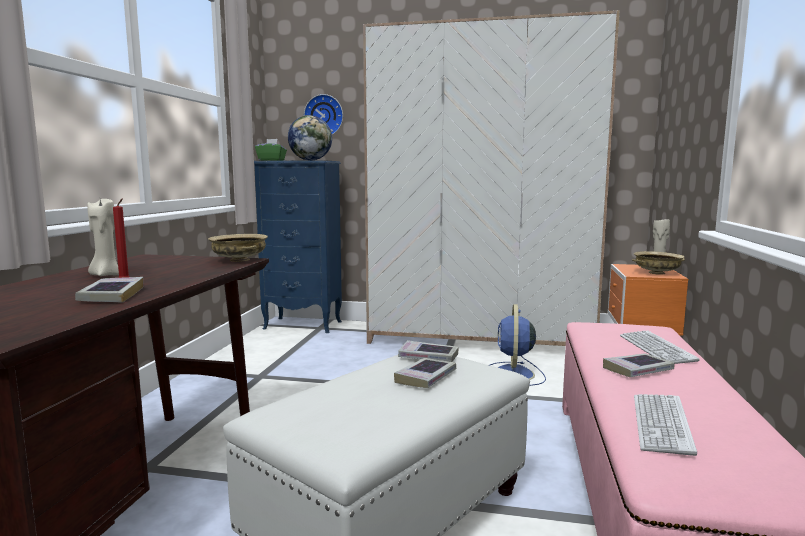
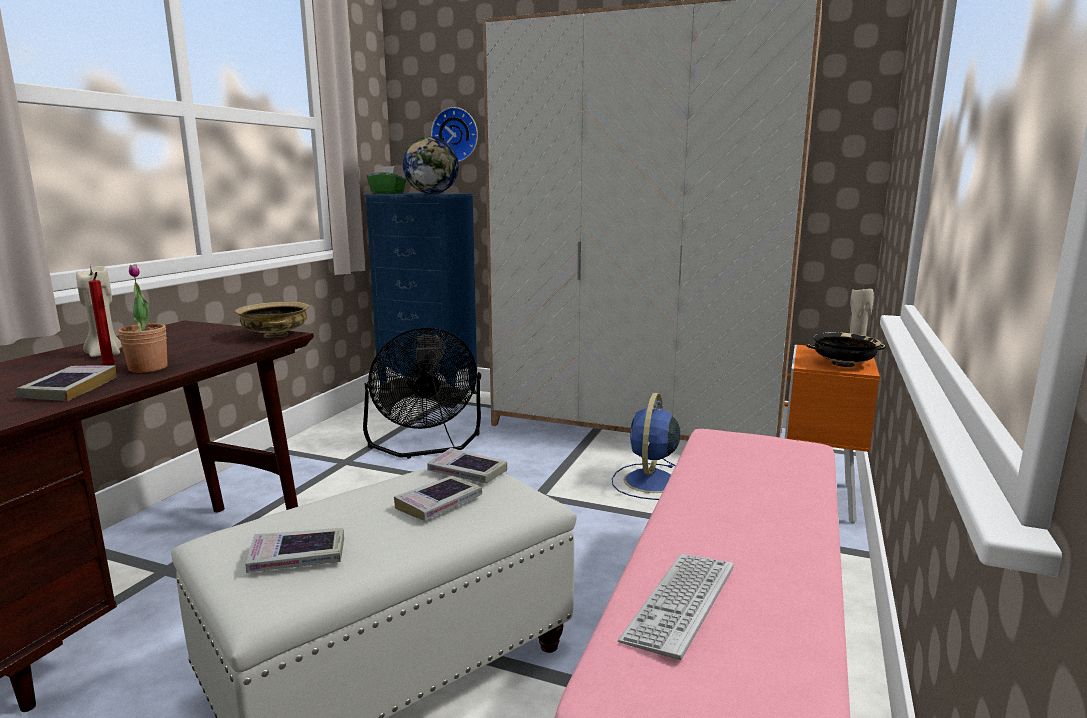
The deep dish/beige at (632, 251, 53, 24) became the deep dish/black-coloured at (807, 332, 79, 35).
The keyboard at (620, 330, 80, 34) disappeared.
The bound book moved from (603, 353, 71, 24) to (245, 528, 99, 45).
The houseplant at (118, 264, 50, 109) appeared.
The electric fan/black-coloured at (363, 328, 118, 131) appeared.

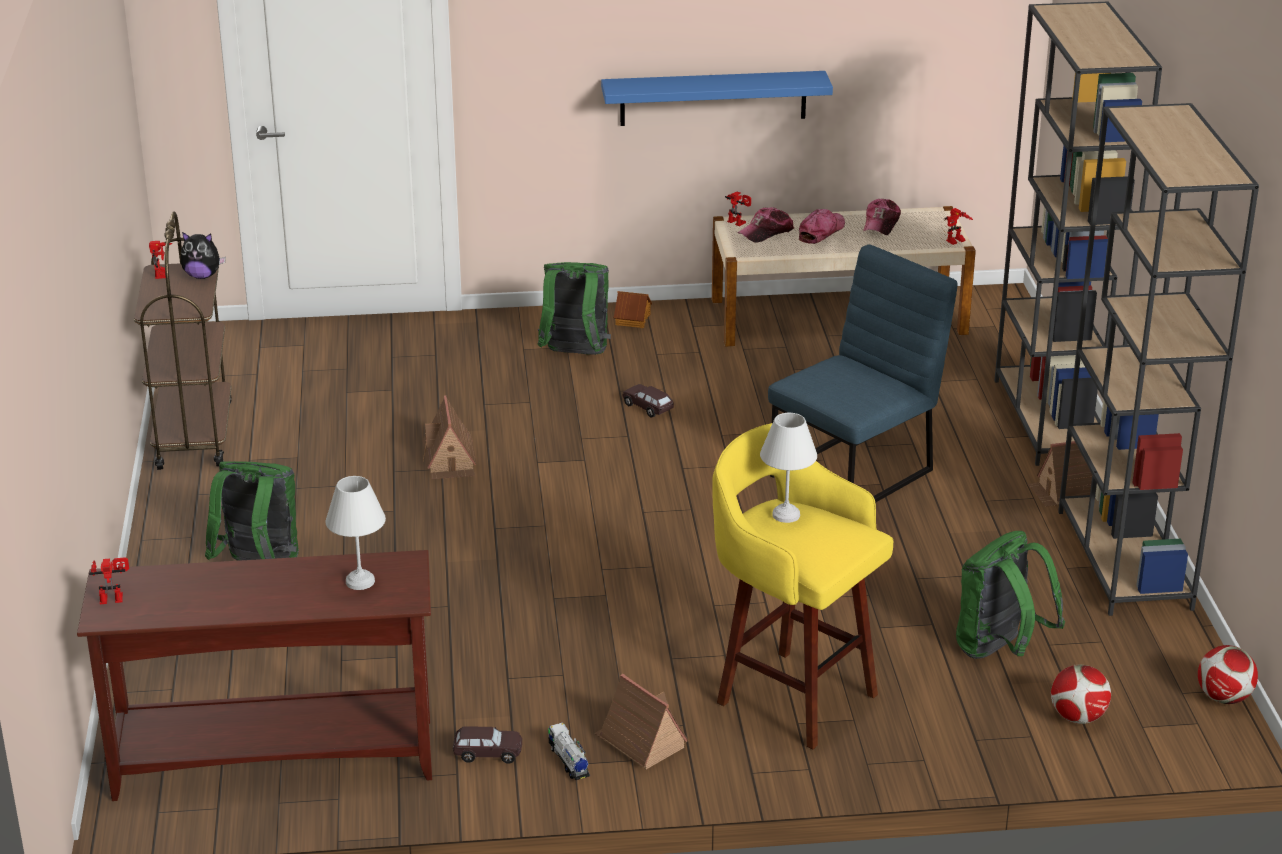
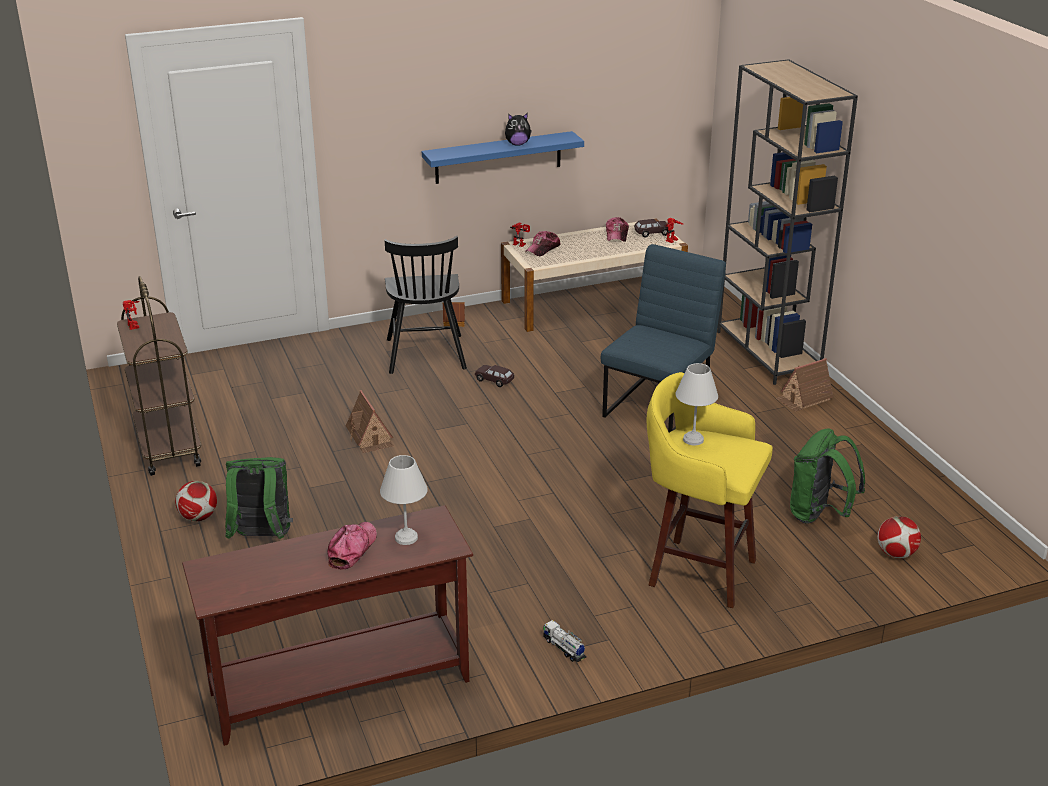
The bookshelf at (1058, 103, 201, 513) disappeared.
The baseball cap moved from (799, 209, 46, 35) to (327, 522, 50, 47).
The cuddly toy moved from (180, 232, 46, 47) to (505, 113, 27, 33).
The rucksack/green-coloured at (538, 262, 73, 93) was replaced by the chair/black-coloured at (385, 236, 82, 138).
The robot figure at (89, 557, 40, 47) disappeared.
The football moved from (1198, 645, 60, 59) to (175, 481, 42, 40).
The miniature house at (594, 674, 95, 96) disappeared.
The model car/brownish moved from (453, 726, 69, 38) to (634, 219, 34, 19).

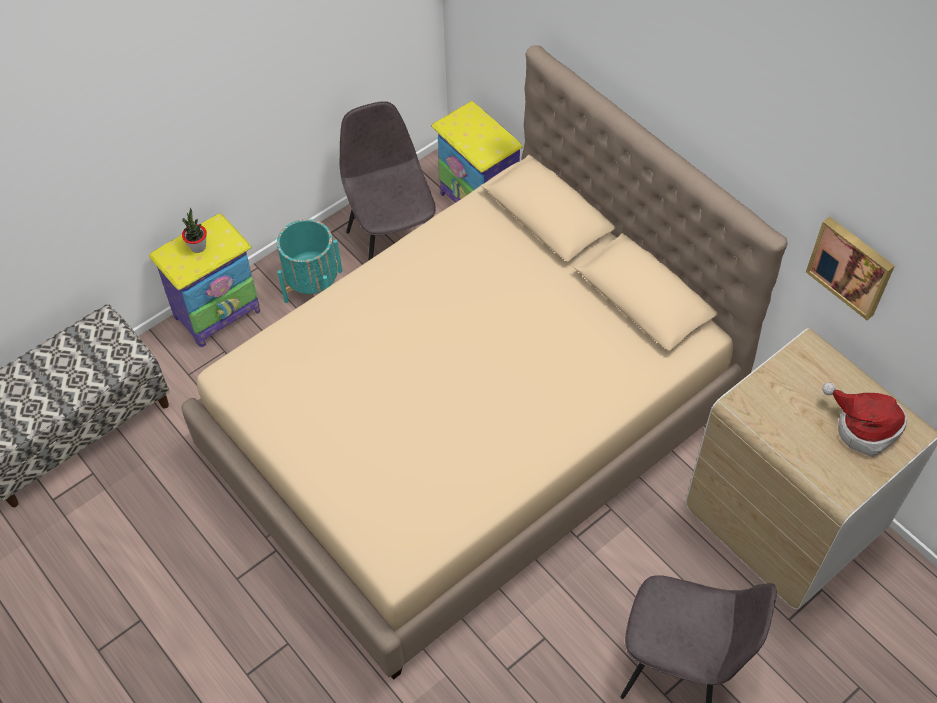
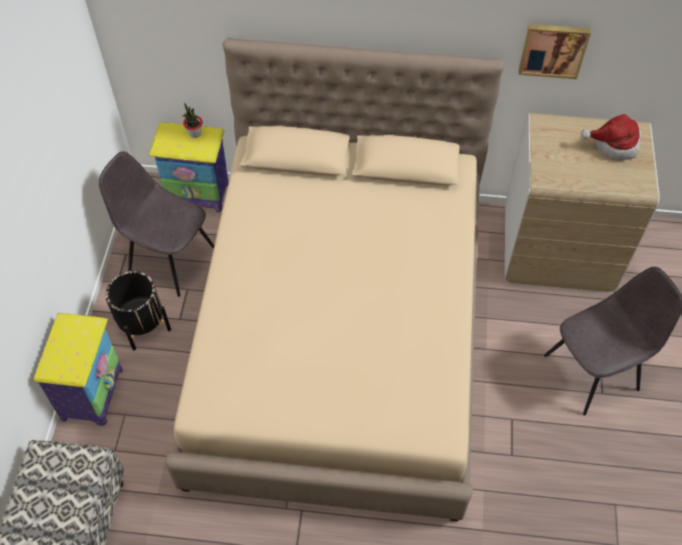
The houseplant moved from (182, 208, 25, 45) to (182, 103, 21, 35).
The plant pot/turquoise at (277, 219, 65, 84) became the plant pot/black-coloured at (106, 271, 65, 79).

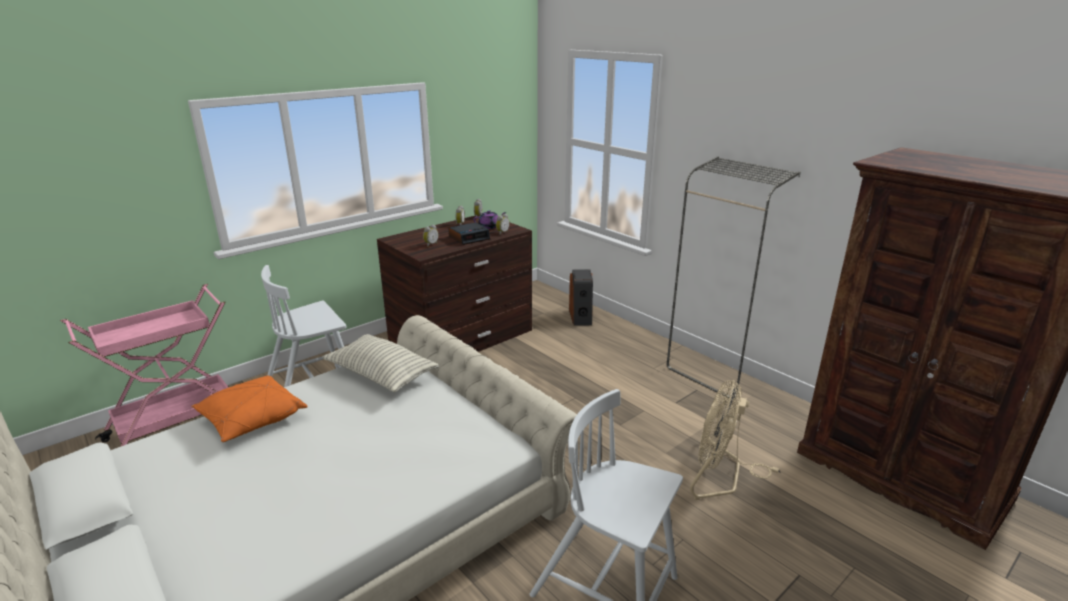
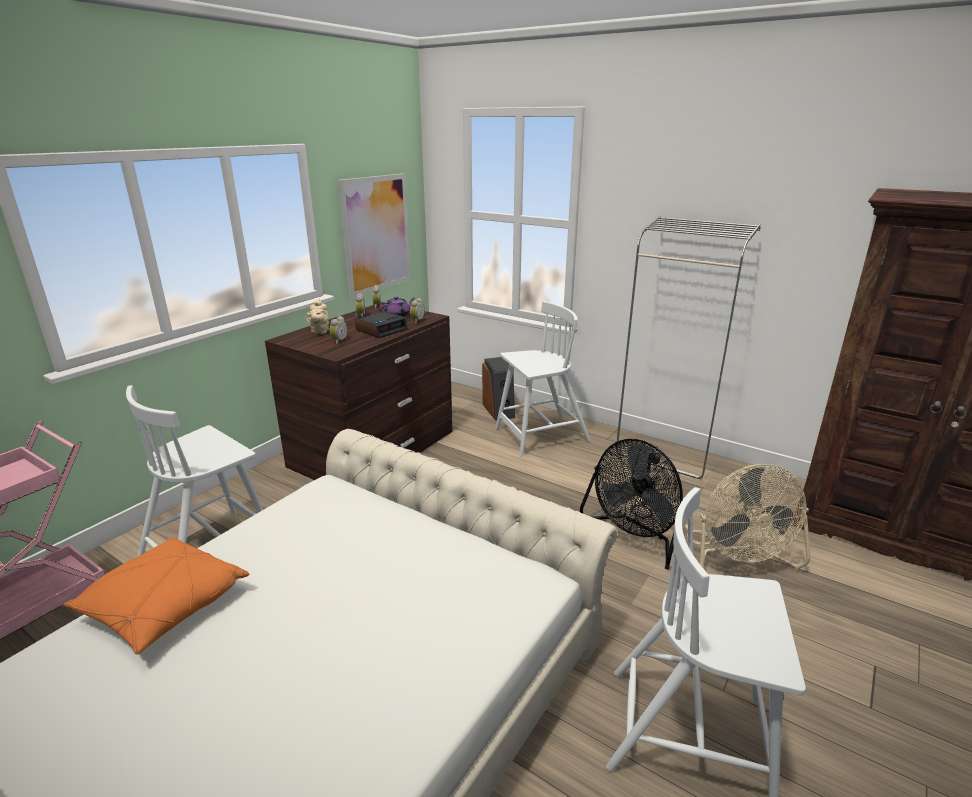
The pillow at (322, 334, 117, 58) disappeared.
The electric fan/beige at (690, 380, 91, 120) turned 105 degrees counterclockwise.
The wall art at (338, 174, 73, 124) appeared.
The teapot/beige at (306, 299, 23, 35) appeared.
The chair/white at (495, 301, 96, 156) appeared.
The electric fan/black-coloured at (580, 439, 103, 131) appeared.

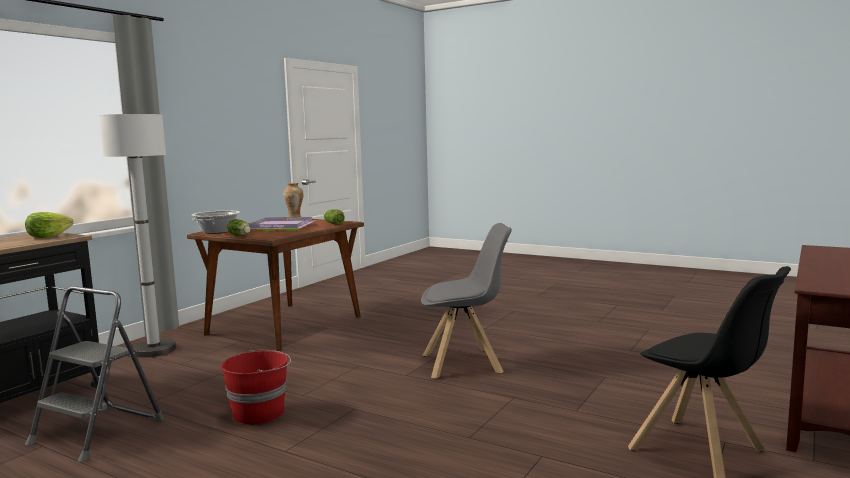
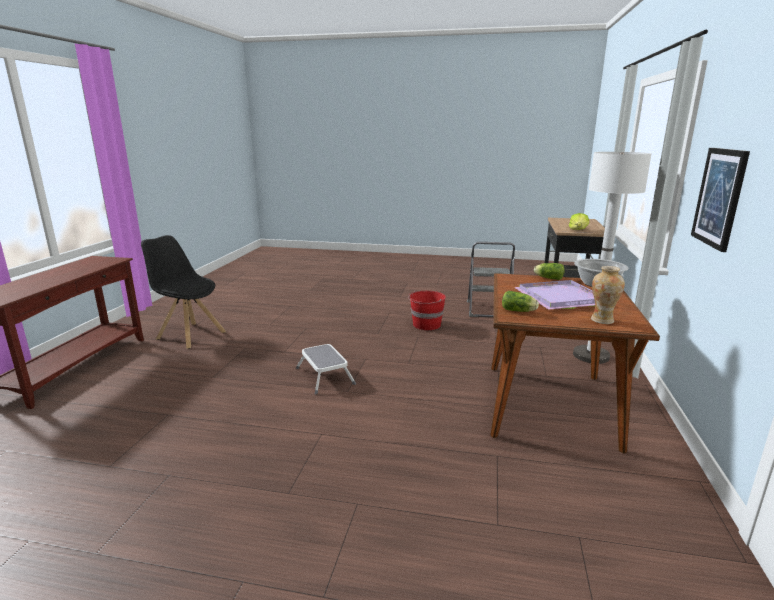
The chair/gray at (421, 223, 91, 156) was replaced by the step ladder/gray at (296, 344, 60, 51).
The wall art at (691, 148, 59, 104) appeared.

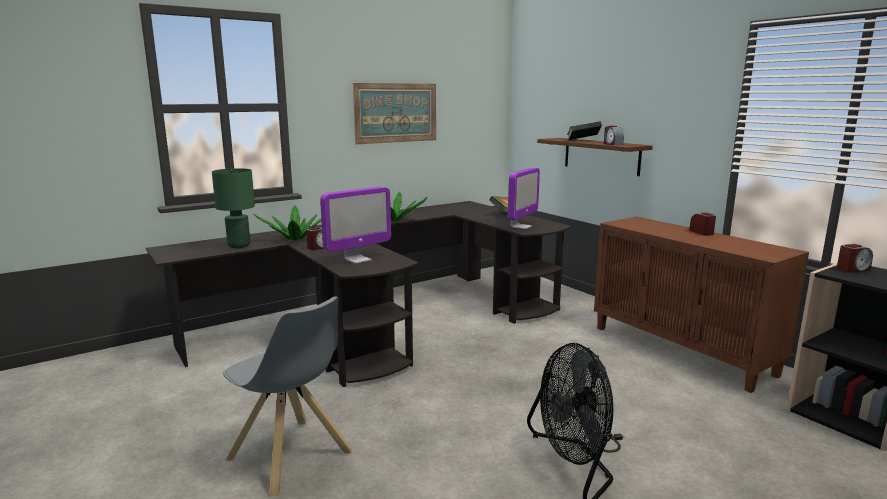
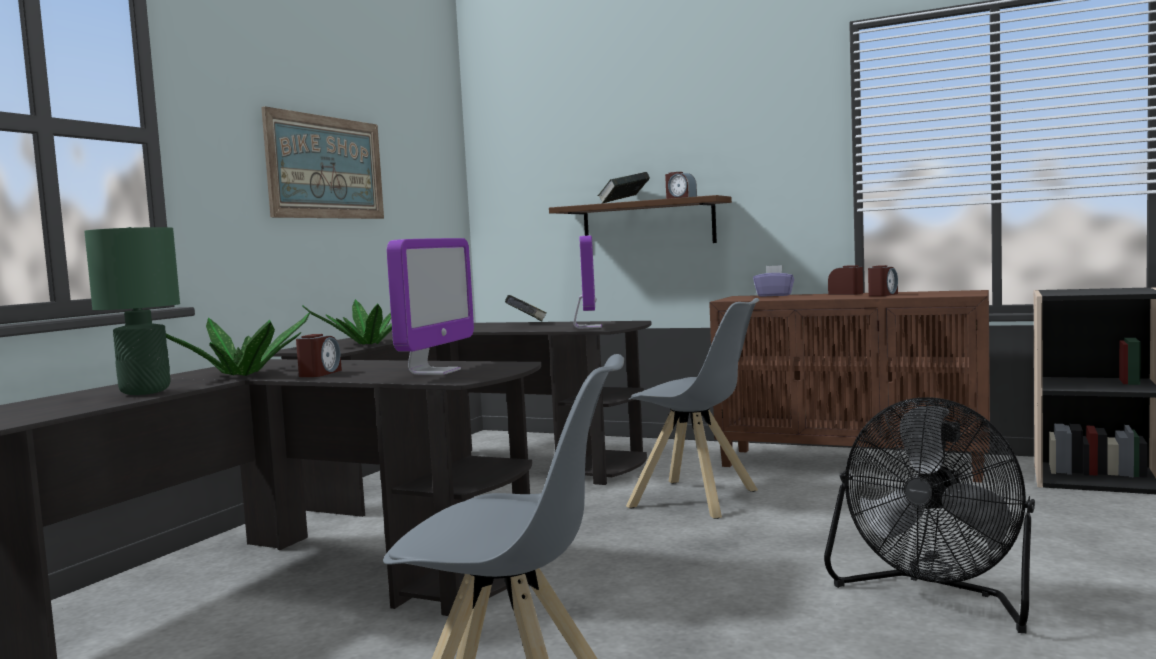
The alarm clock moved from (836, 244, 37, 29) to (868, 265, 30, 31).
The tissue holder/purple at (753, 265, 41, 32) appeared.
The chair/gray at (626, 298, 133, 221) appeared.

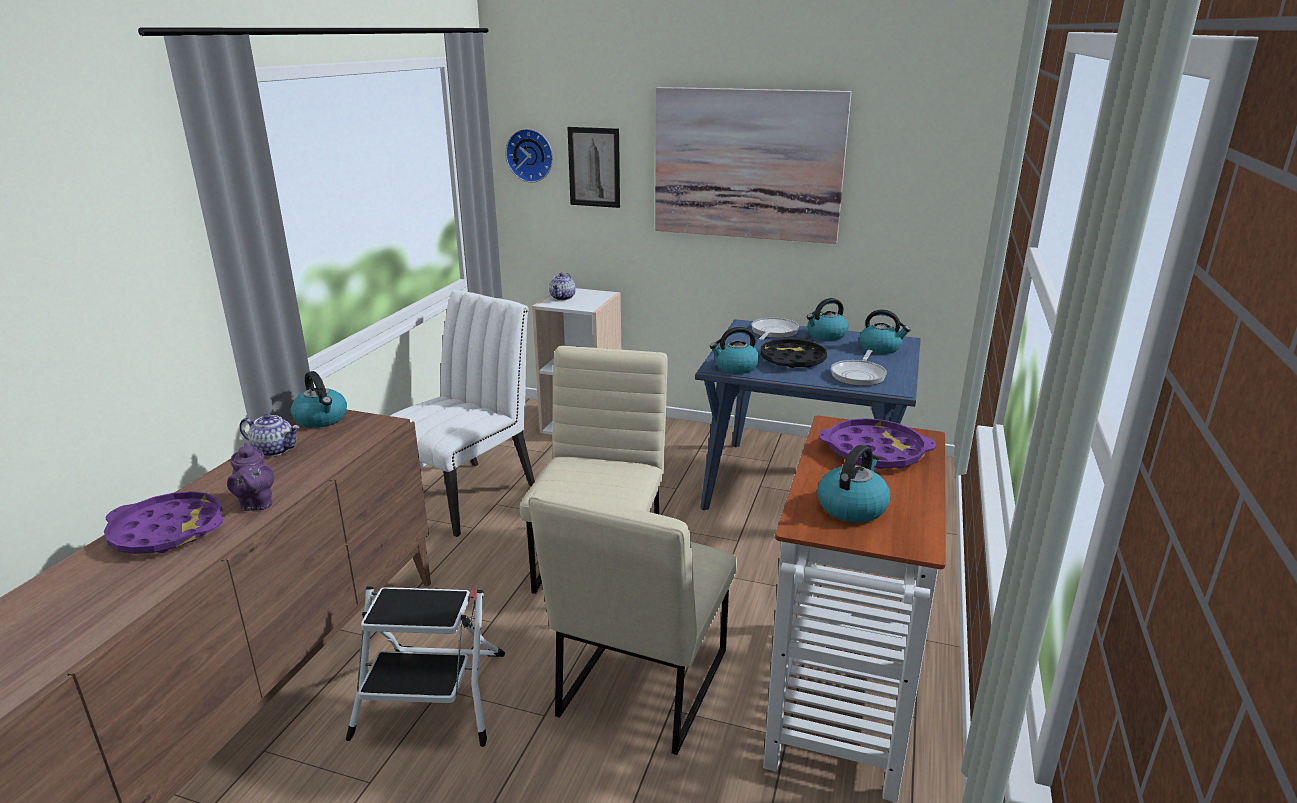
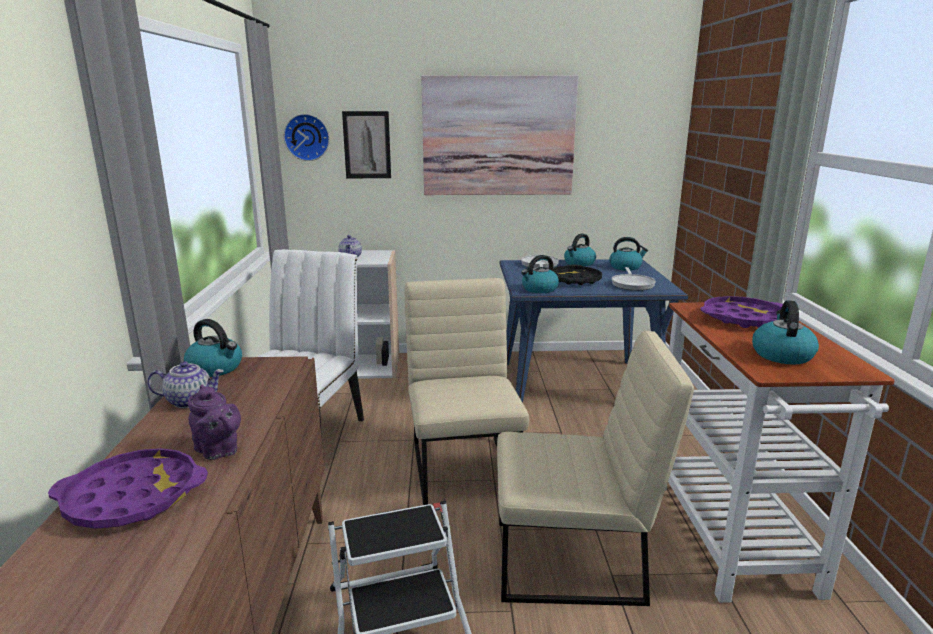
The chair/beige at (529, 491, 208, 264) turned 90 degrees counterclockwise.

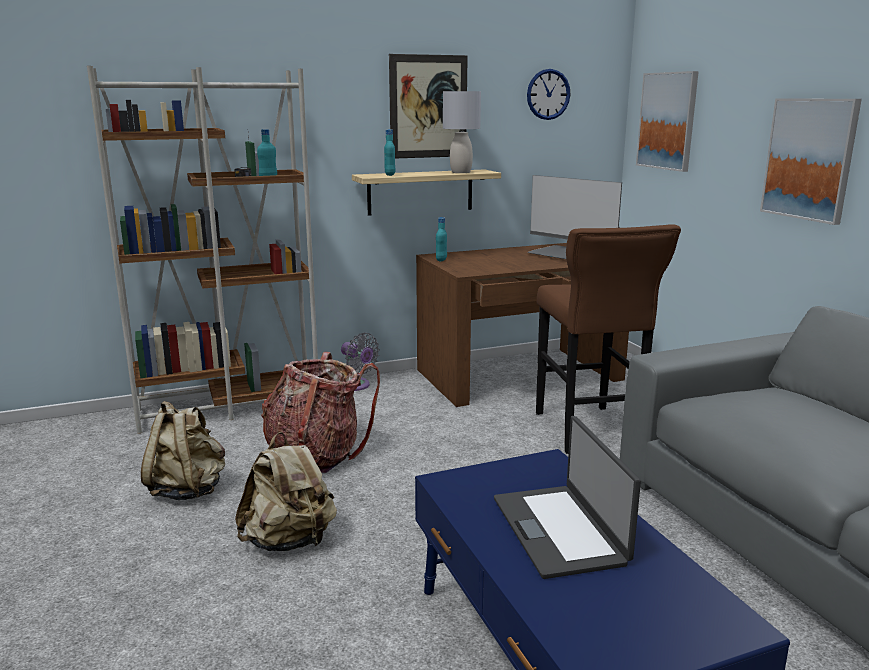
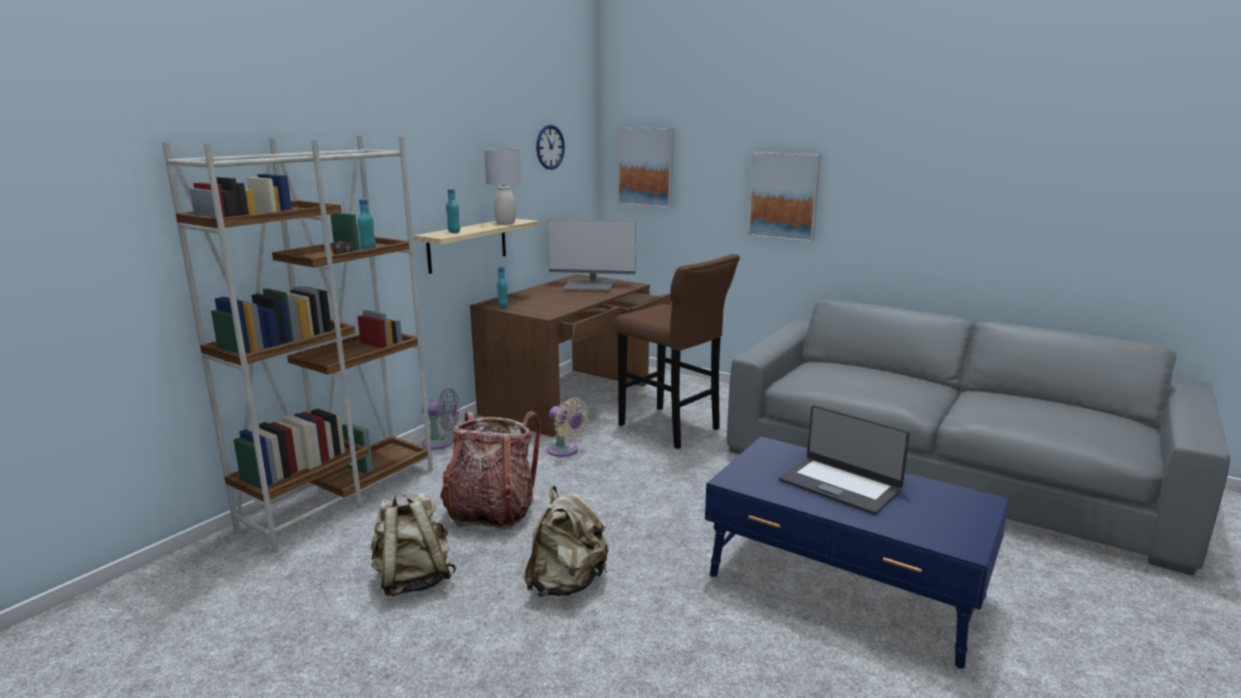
The wall art at (389, 54, 79, 104) disappeared.
The electric fan/beige at (547, 398, 42, 59) appeared.

